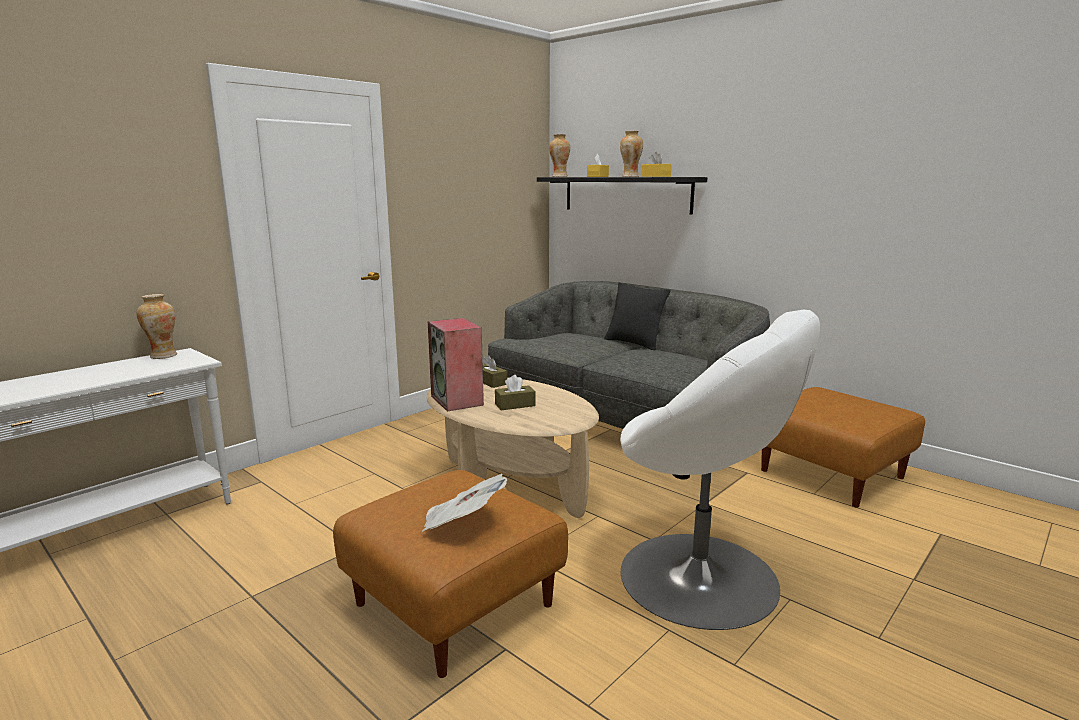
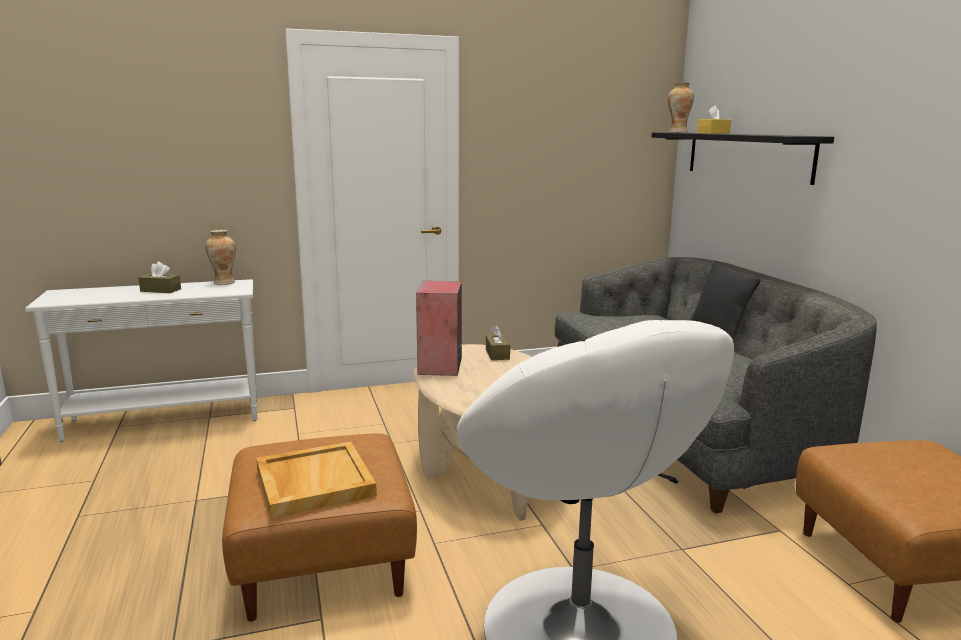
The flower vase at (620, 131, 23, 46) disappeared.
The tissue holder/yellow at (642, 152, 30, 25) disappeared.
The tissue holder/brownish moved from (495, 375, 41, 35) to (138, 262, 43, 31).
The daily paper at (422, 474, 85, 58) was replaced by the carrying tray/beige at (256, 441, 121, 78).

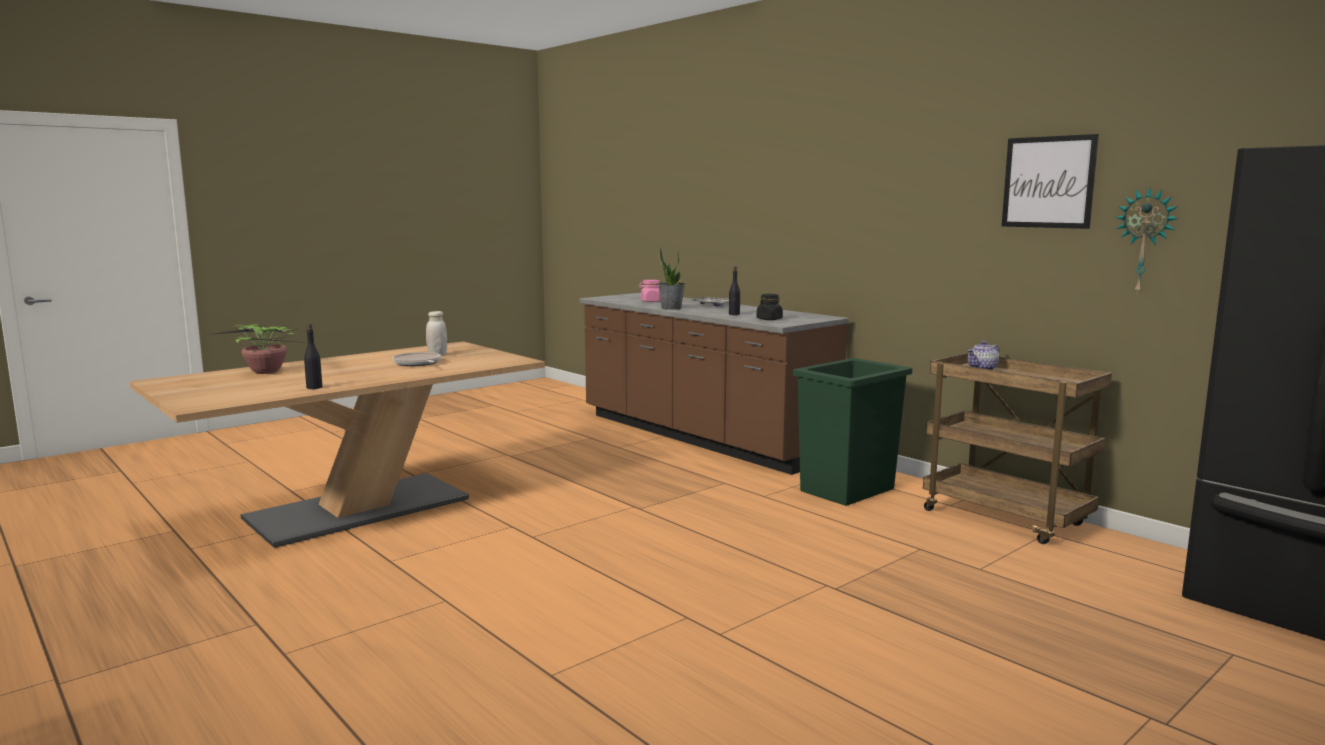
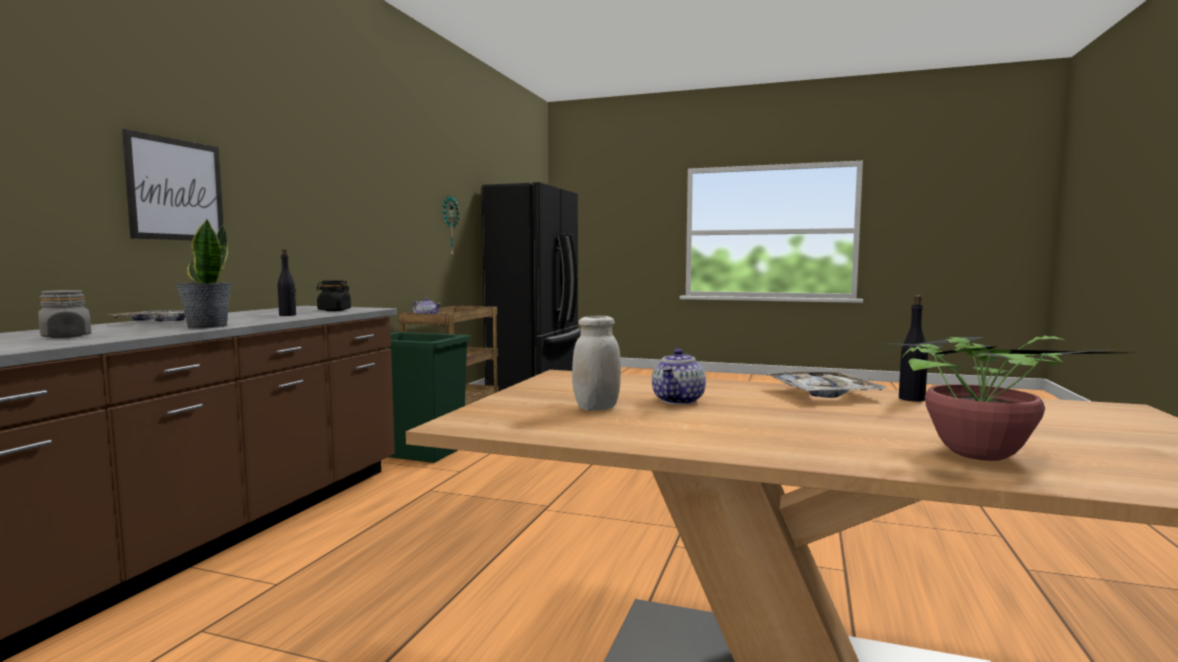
The wall art moved from (1002, 134, 97, 95) to (122, 129, 101, 112).
The jar/pink at (639, 280, 22, 22) became the jar/gray at (38, 290, 53, 48).
The pan at (393, 352, 48, 14) was replaced by the teapot at (652, 349, 54, 56).
The carrying tray at (766, 372, 122, 26) appeared.

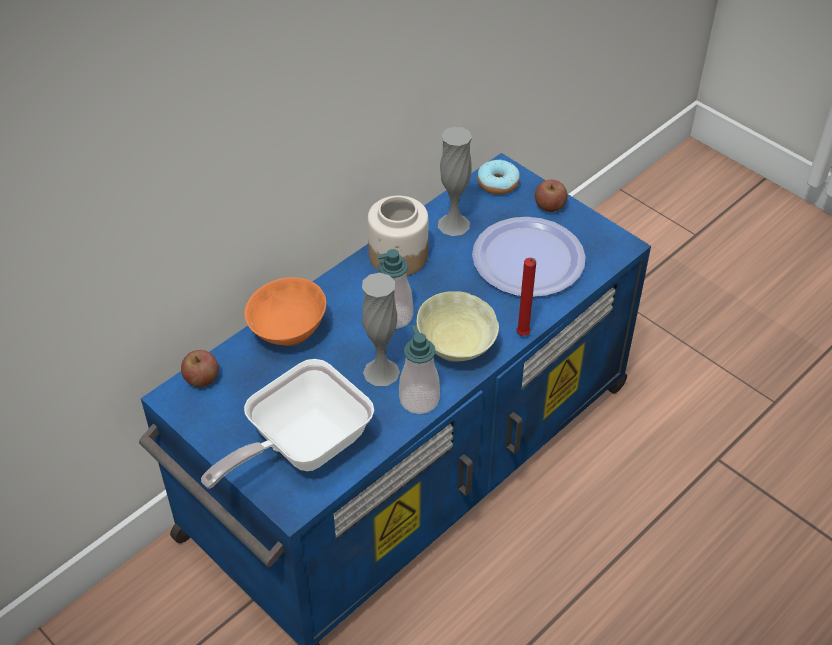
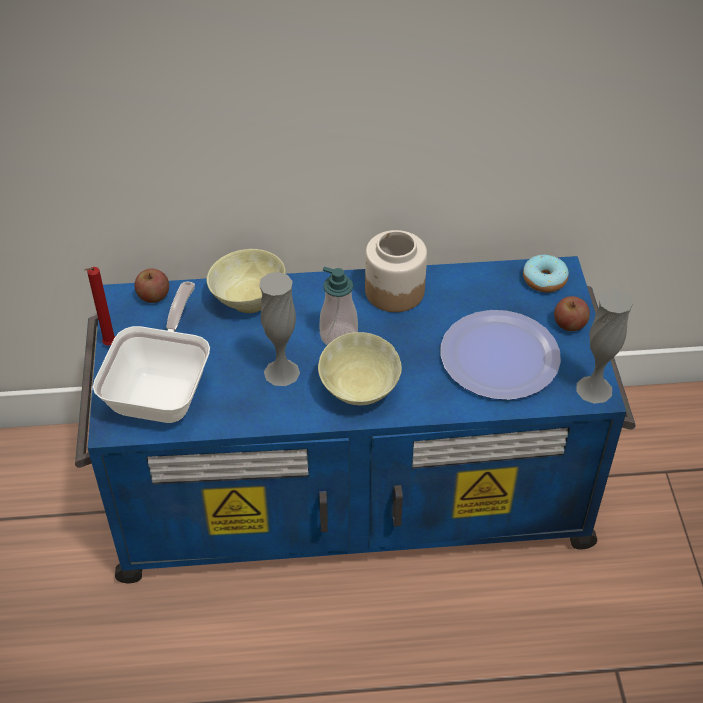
The flower vase/gray moved from (438, 127, 34, 109) to (576, 289, 57, 115).
The wax light/red-coloured moved from (516, 258, 20, 78) to (84, 267, 31, 79).
The deep dish/orange at (244, 277, 82, 69) became the deep dish/beige at (207, 249, 79, 64).
The soap bottle at (399, 325, 41, 89) disappeared.
The pan at (201, 359, 173, 129) turned 105 degrees clockwise.

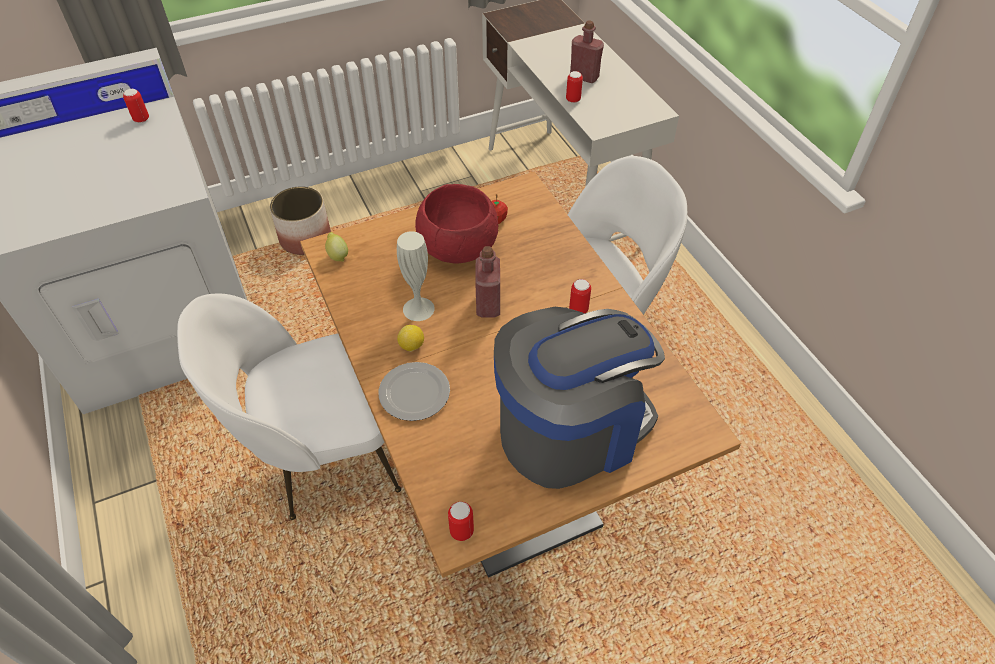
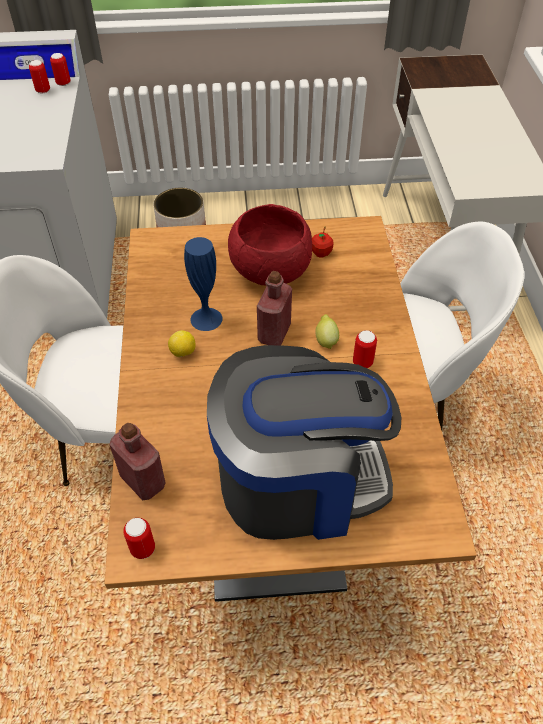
The drink bottle/red-coloured moved from (570, 20, 34, 63) to (110, 423, 56, 77).
The metal can moved from (566, 71, 17, 32) to (50, 53, 21, 33).
The flower vase/white at (397, 231, 38, 90) became the flower vase/blue-coloured at (184, 237, 38, 94).
The whole lemon moved from (325, 232, 23, 29) to (315, 314, 24, 35).
The flat dish at (378, 362, 72, 59) disappeared.

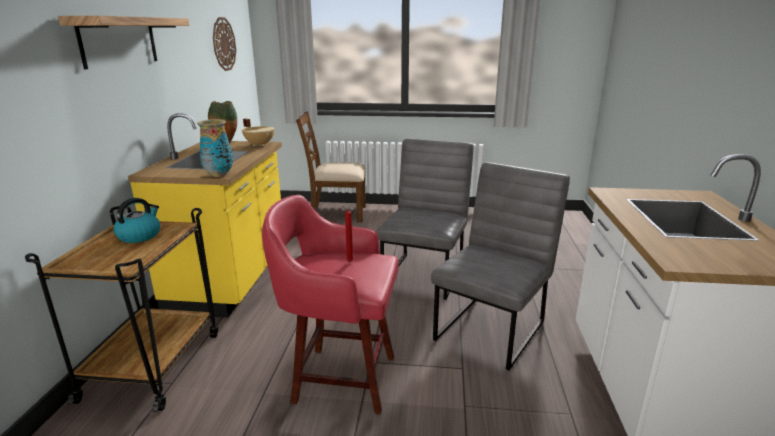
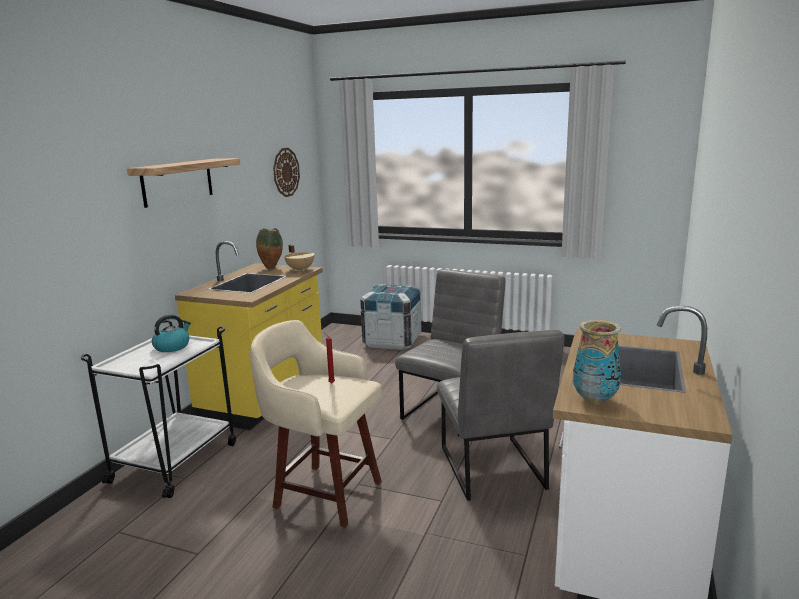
The chair/brownish at (296, 111, 70, 111) was replaced by the crate at (360, 284, 62, 66).
The flower vase moved from (197, 119, 36, 58) to (573, 320, 48, 84).
The chair/gray at (431, 162, 139, 208) turned 120 degrees clockwise.
The stool seat/red-coloured at (262, 195, 137, 219) became the stool seat/beige at (250, 320, 132, 208).
The wheeled cart/brownish at (25, 206, 193, 206) became the wheeled cart/white at (81, 320, 155, 178).

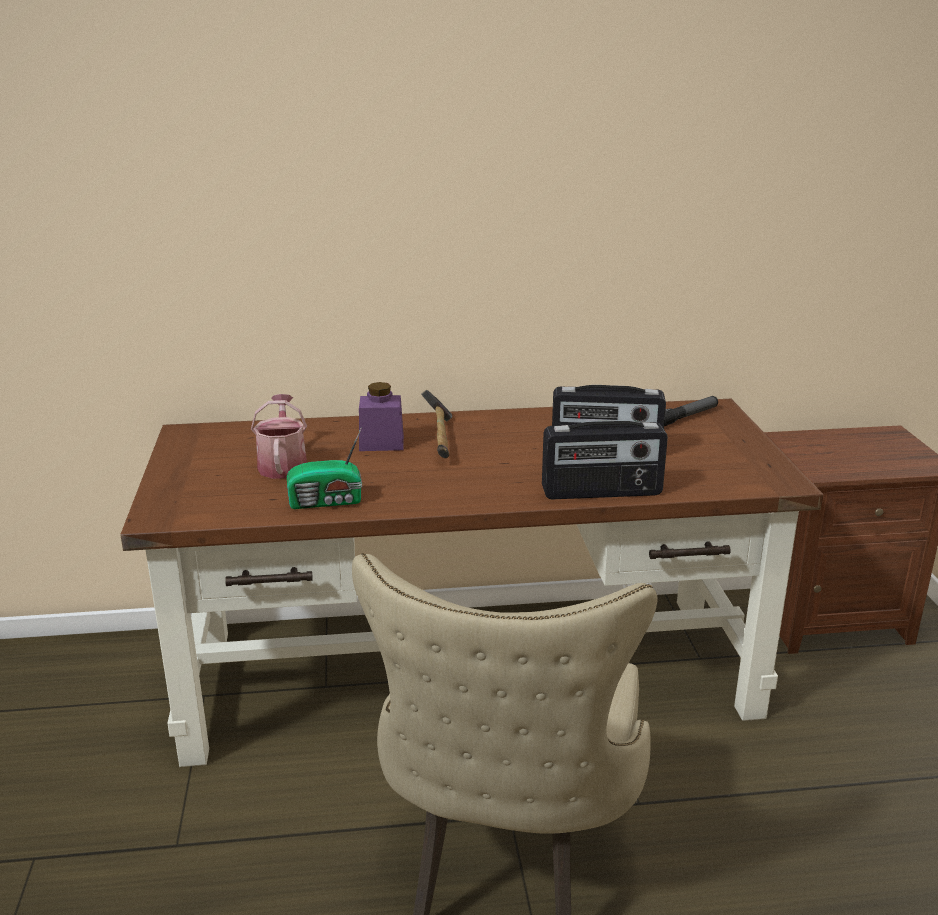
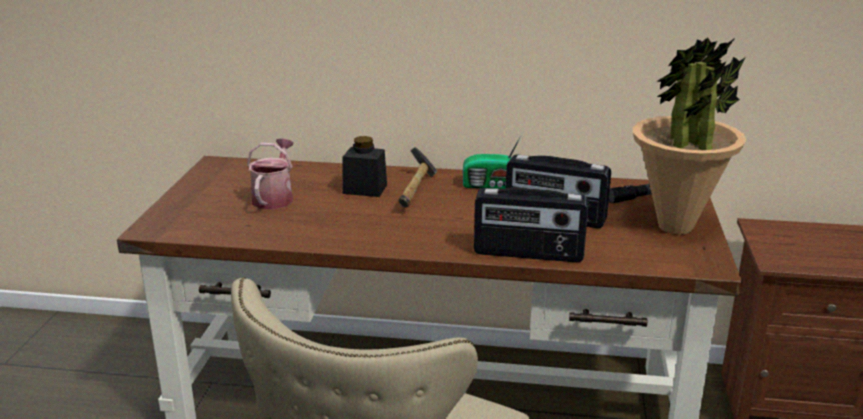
The jar/purple at (359, 382, 45, 69) became the jar/black-coloured at (343, 136, 44, 61).
The radio set moved from (287, 429, 75, 80) to (463, 131, 61, 58).
The houseplant at (632, 37, 114, 197) appeared.

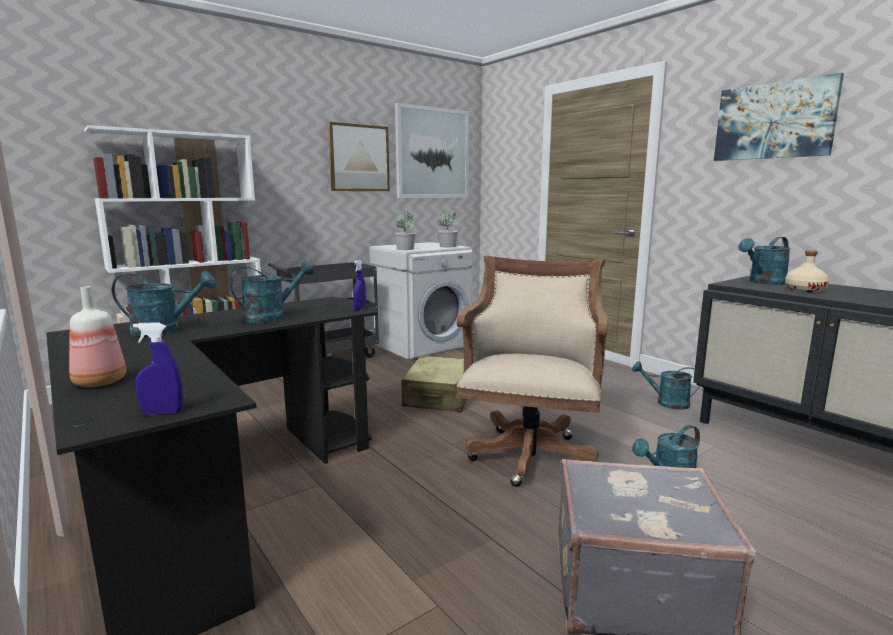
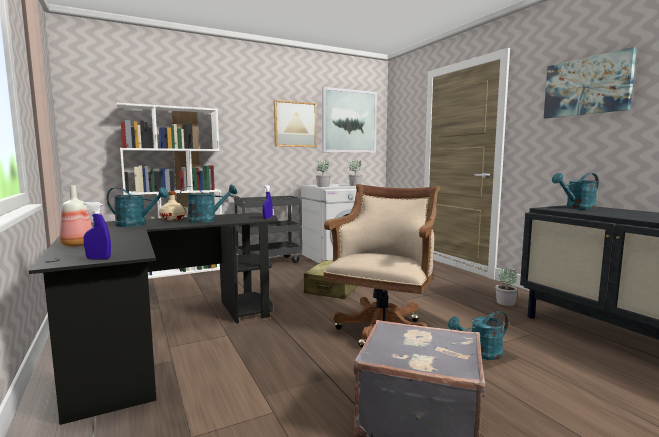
The drink bottle/beige moved from (785, 250, 44, 42) to (159, 191, 27, 29).
The watering pot/turquoise at (632, 361, 68, 49) was replaced by the houseplant at (496, 268, 22, 38).

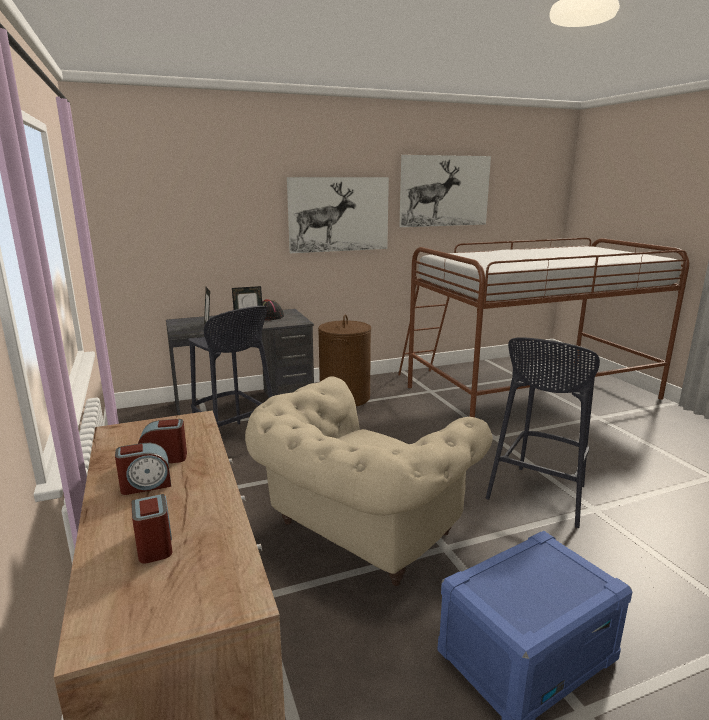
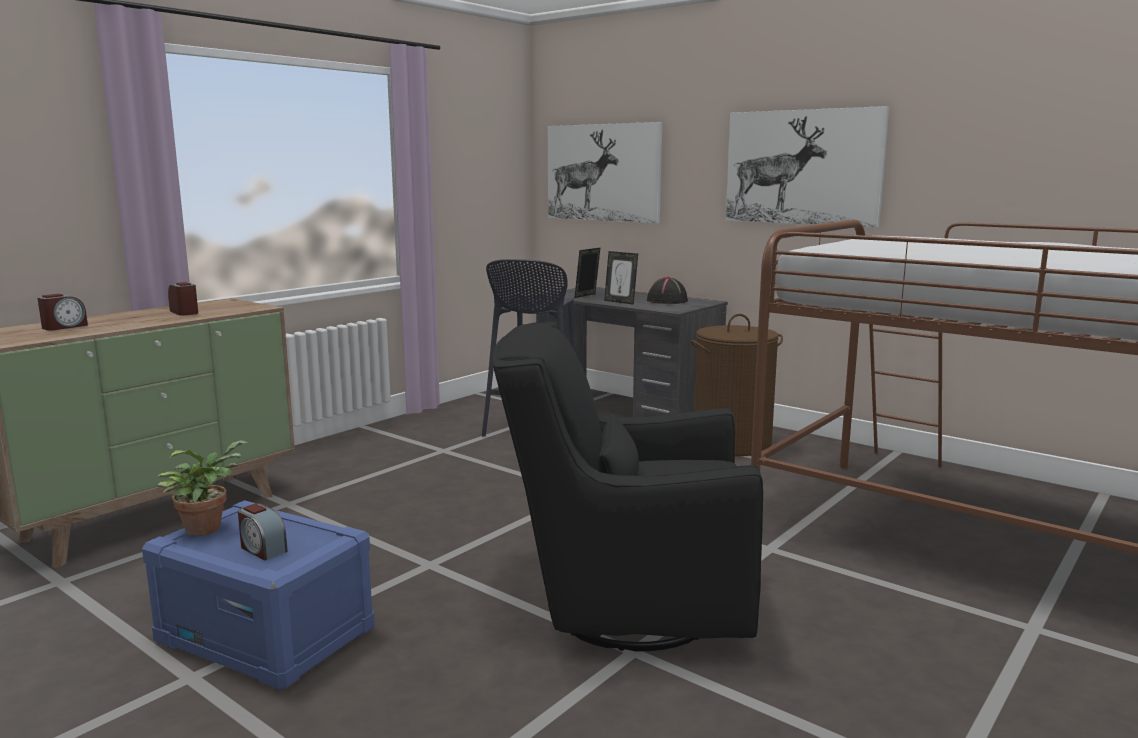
The wall art moved from (399, 155, 92, 72) to (548, 122, 114, 102).
The stool seat/gray at (486, 337, 114, 191) was replaced by the easy chair/black-coloured at (492, 322, 271, 329).
The easy chair/beige at (245, 376, 248, 210) disappeared.
The alarm clock moved from (115, 443, 56, 52) to (238, 504, 49, 56).
The houseplant at (157, 440, 90, 96) appeared.

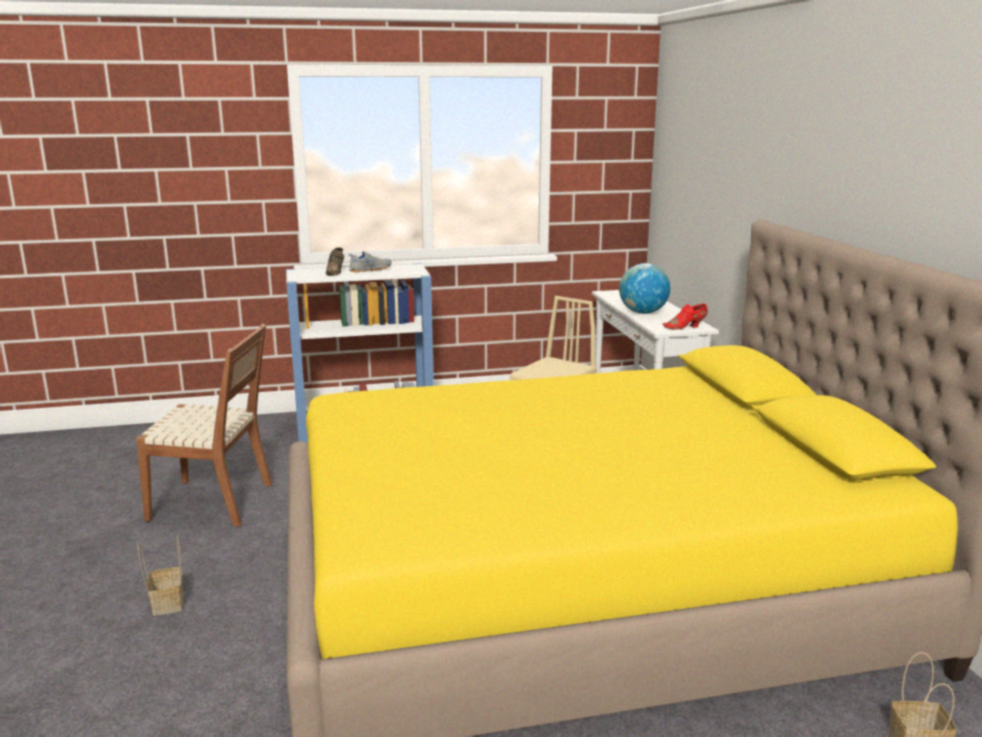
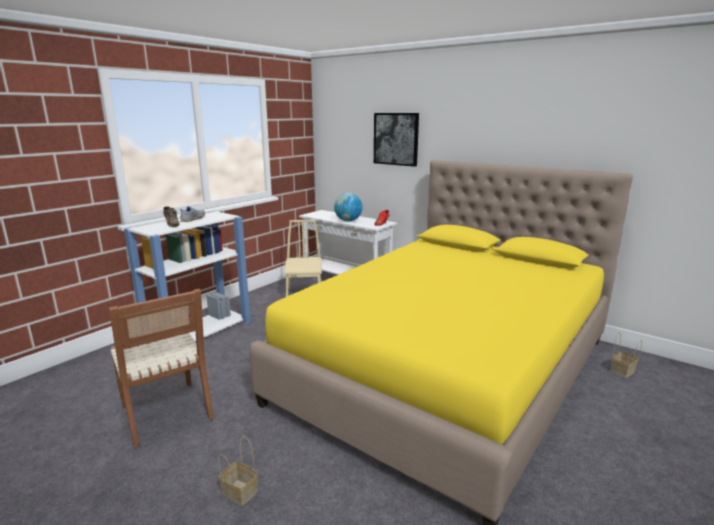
The chair at (136, 324, 136, 203) turned 90 degrees clockwise.
The wall art at (374, 113, 45, 54) appeared.

